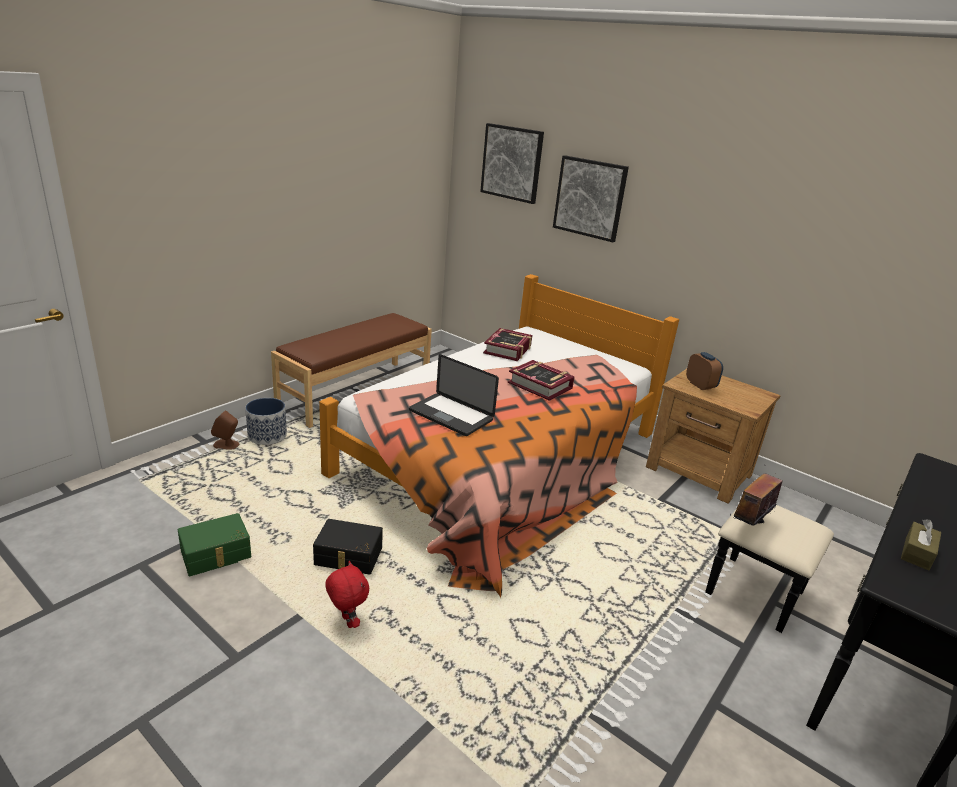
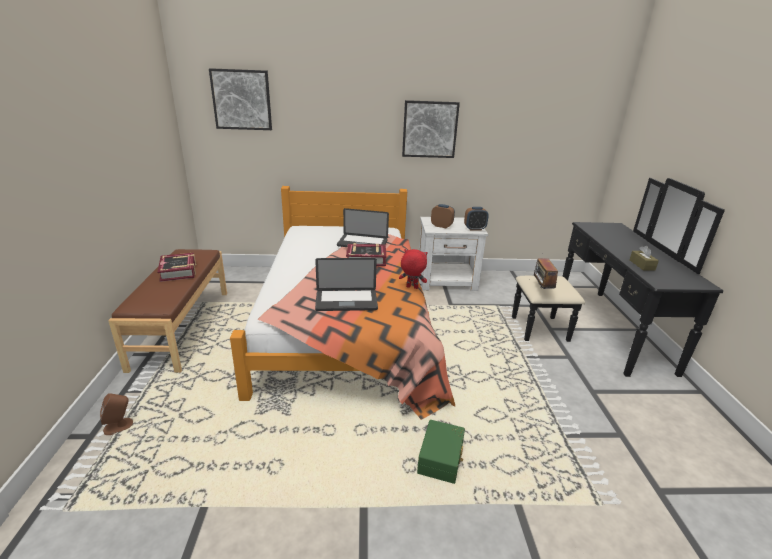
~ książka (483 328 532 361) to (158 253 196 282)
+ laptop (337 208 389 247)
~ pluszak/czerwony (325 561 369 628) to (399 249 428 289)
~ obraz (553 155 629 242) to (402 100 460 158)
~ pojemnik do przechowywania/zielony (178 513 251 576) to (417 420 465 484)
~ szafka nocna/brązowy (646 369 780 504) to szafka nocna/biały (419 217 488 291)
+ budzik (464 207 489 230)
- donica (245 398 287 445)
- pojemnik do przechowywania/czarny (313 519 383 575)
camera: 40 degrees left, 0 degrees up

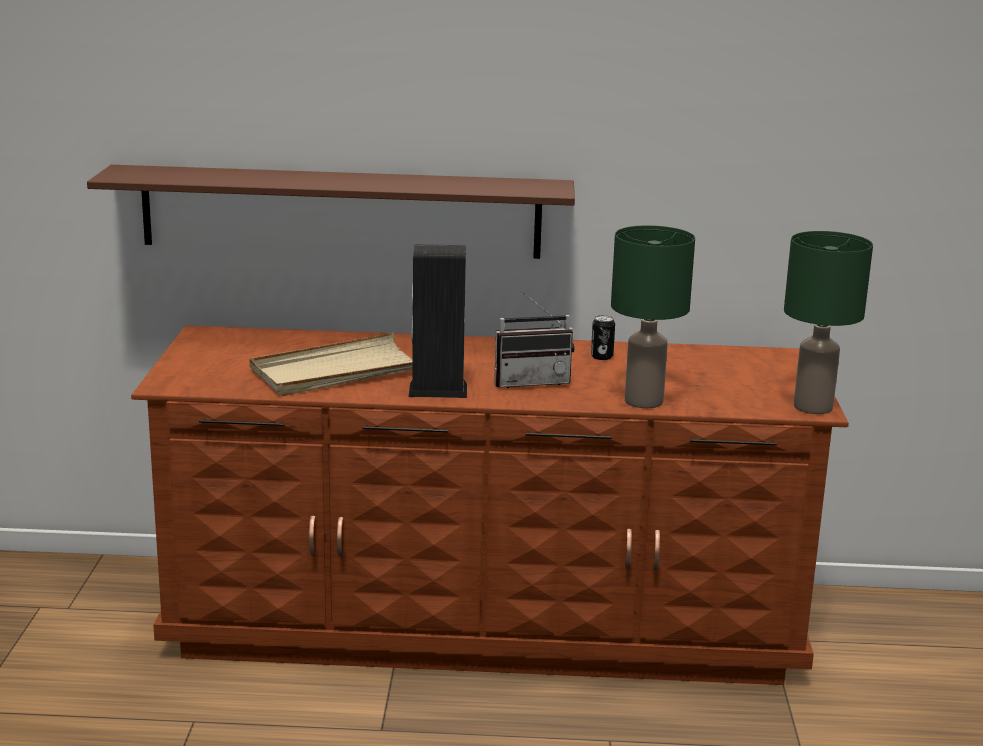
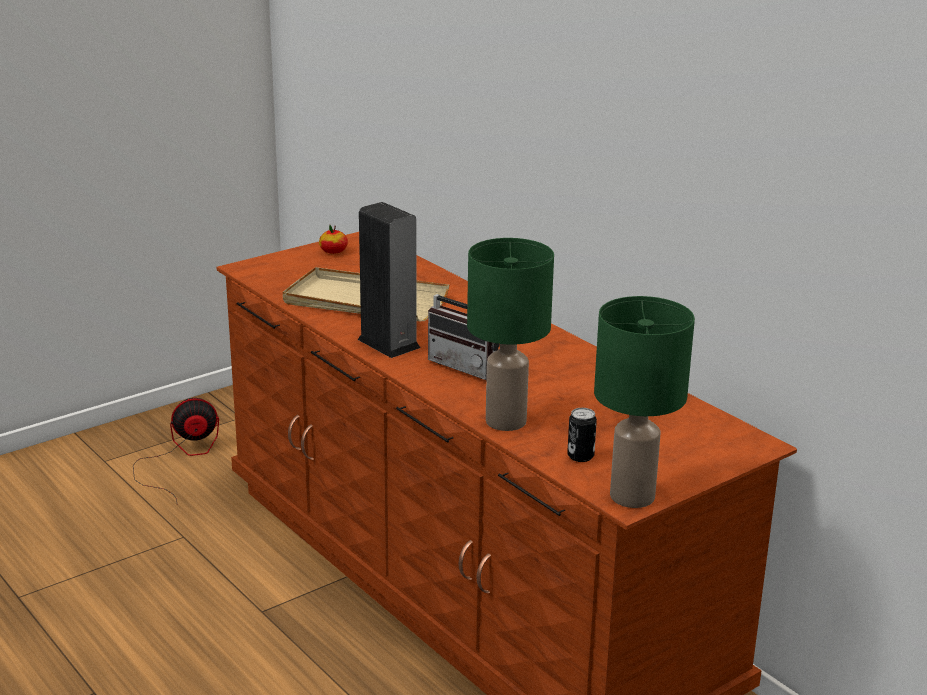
+ wentylator (133 398 219 502)
+ jabłko (319 225 348 254)
~ puszka (591 315 615 360) to (567 408 597 462)
- półka/brązowy (87 165 575 259)
camera: 50 degrees right, 5 degrees up

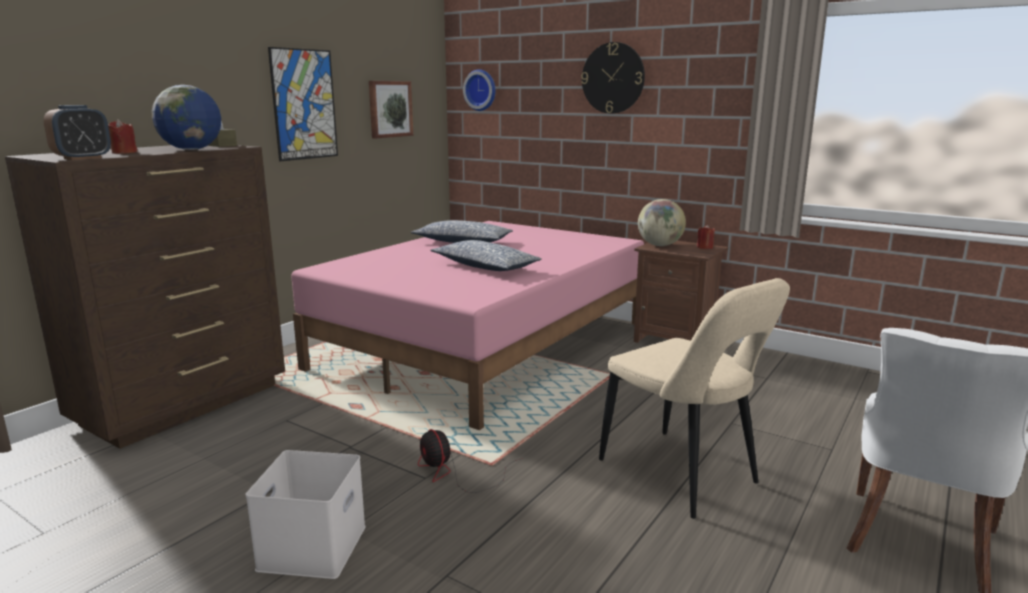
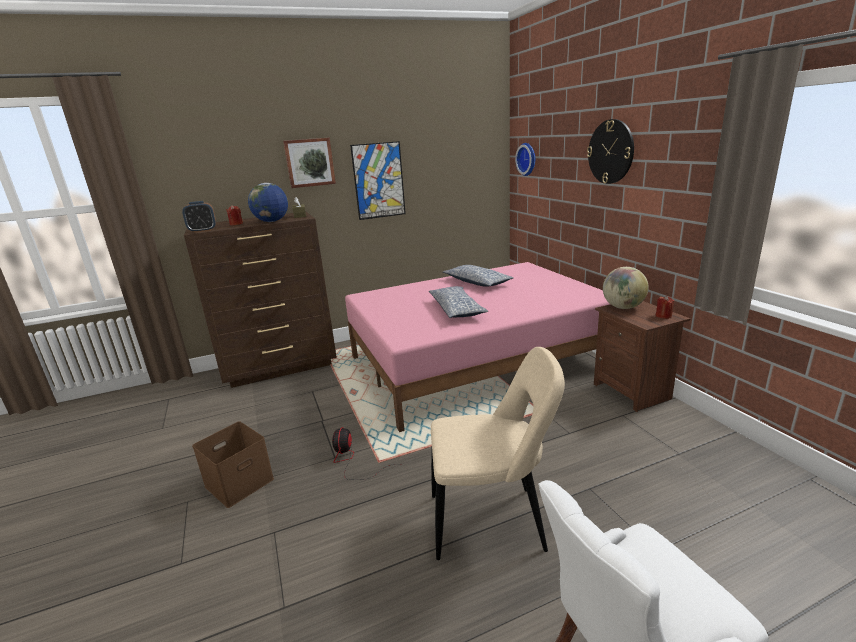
~ pojemnik do przechowywania/biały (246 450 366 579) to pojemnik do przechowywania/brązowy (192 421 274 508)
~ obraz (369 81 413 138) to (283 137 336 188)
~ krzesło/beżowy (599 278 790 519) = (431 347 565 560) 90 degrees counterclockwise
camera: 35 degrees right, 5 degrees up

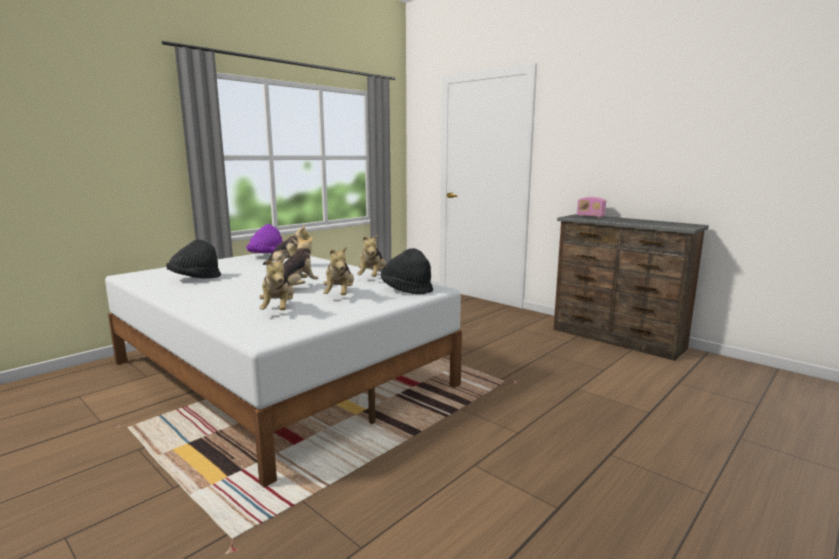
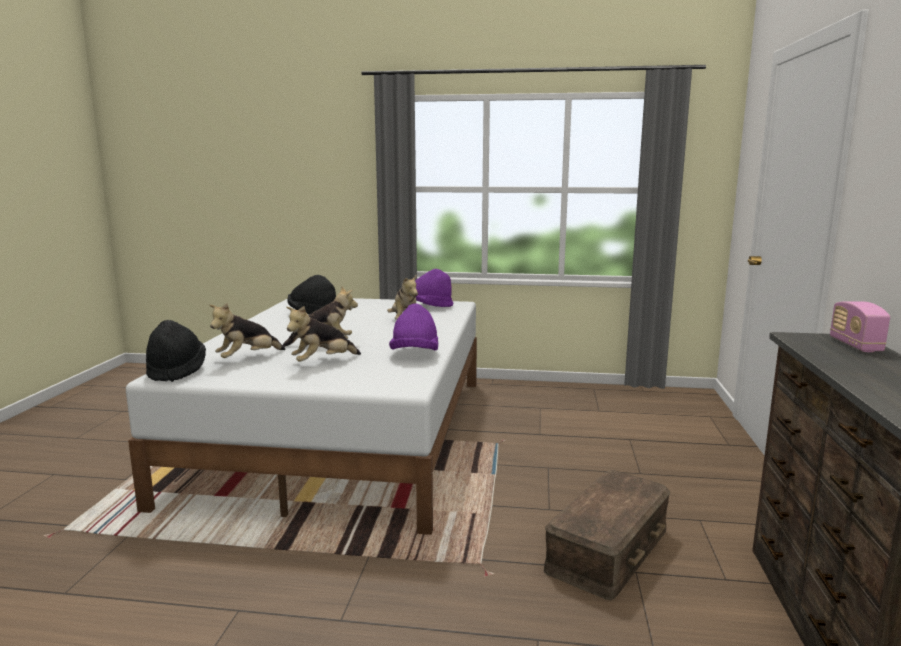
~ kapelusz/czarny (381 248 433 295) to (146 320 206 382)
~ pluszak (357 234 386 277) to kapelusz/fioletowy (389 303 438 351)
+ pojemnik do przechowywania/brązowy (544 470 670 600)
camera: 55 degrees right, 0 degrees up

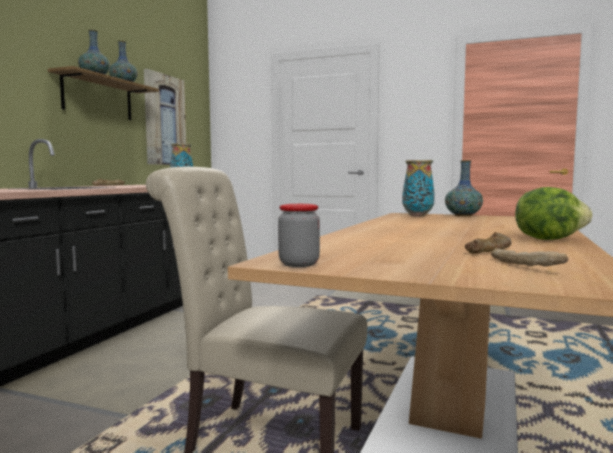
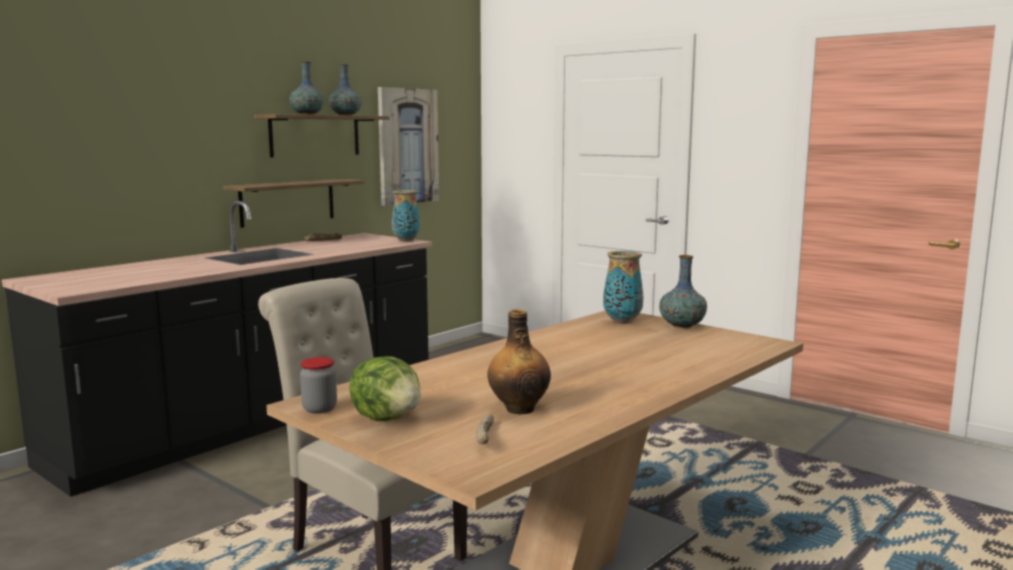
+ półka (223 179 364 228)
~ sałata (515 187 593 240) to (349 356 421 421)
~ chleb (465 232 512 253) to butelka (487 309 551 414)
camera: 20 degrees right, 5 degrees up

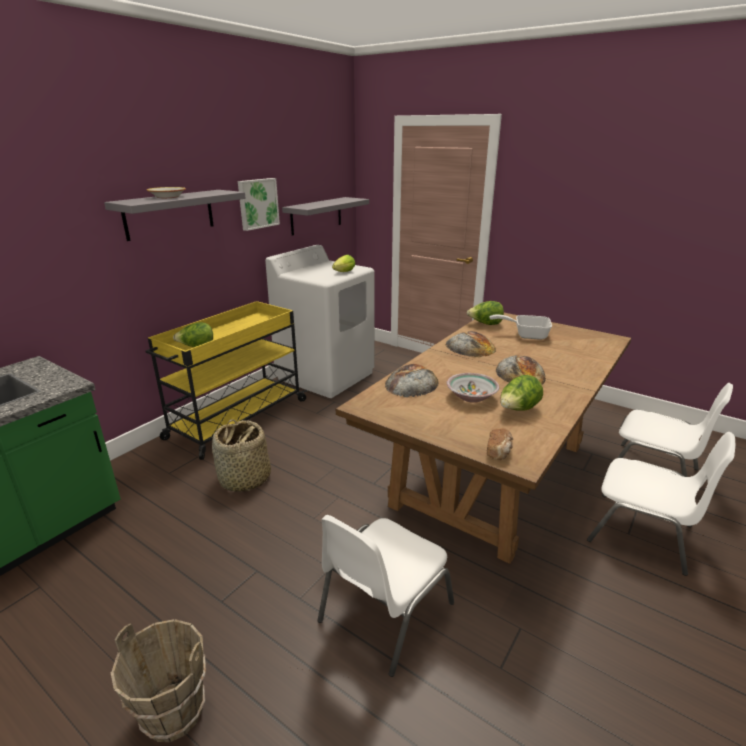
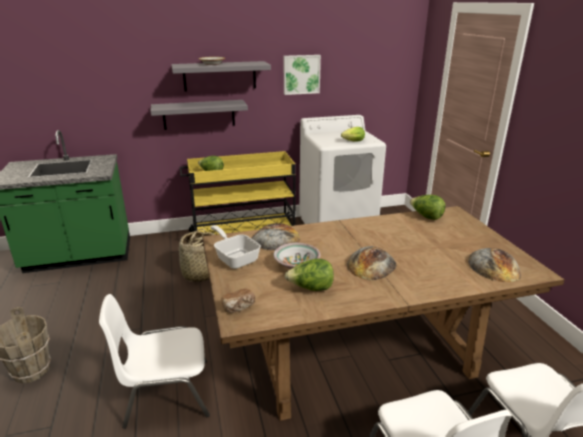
~ półka/szary (282 197 369 236) to (151 100 248 130)
~ patelnia (489 314 552 340) to (210 225 261 269)
~ chleb (445 331 496 357) to (468 248 521 282)
camera: 40 degrees right, 0 degrees up

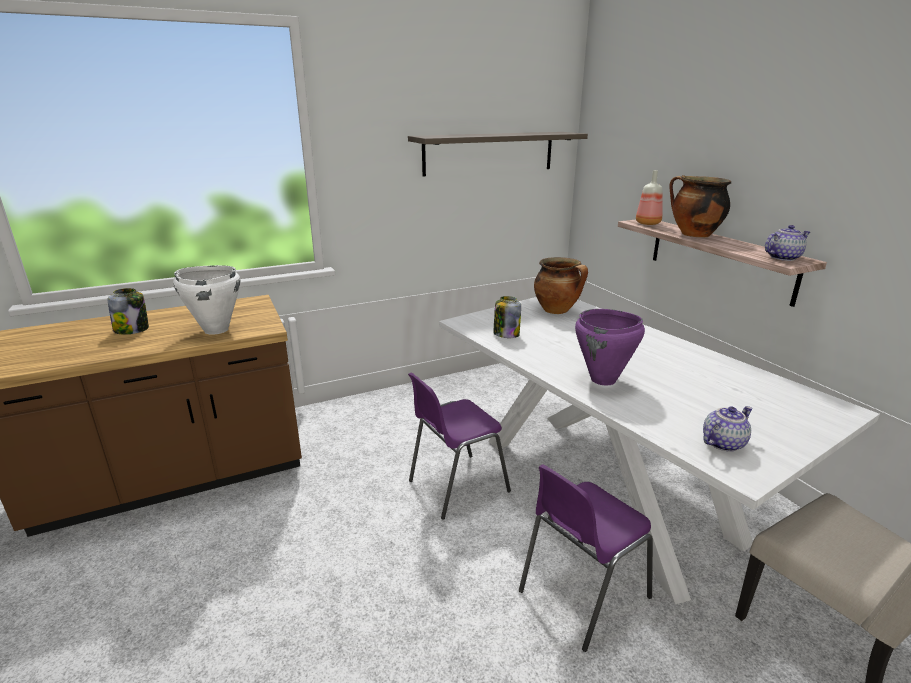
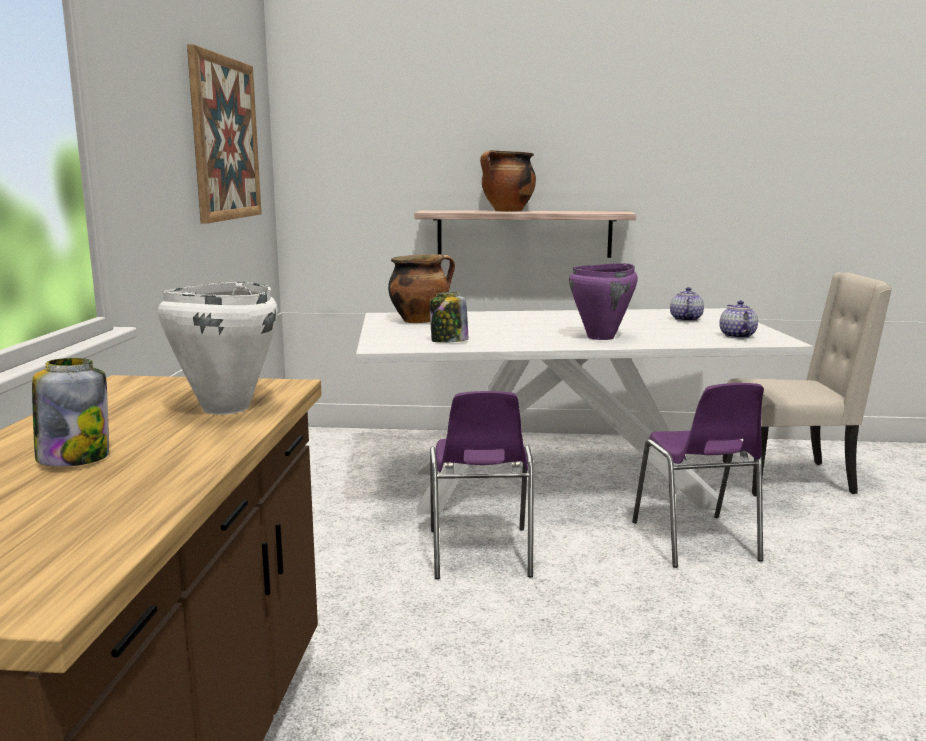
~ półka (408 132 588 176) to obraz (187 44 262 224)
~ imbryk (765 225 810 261) to (670 287 704 321)
- butelka (636 170 662 225)
camera: 60 degrees left, 10 degrees down

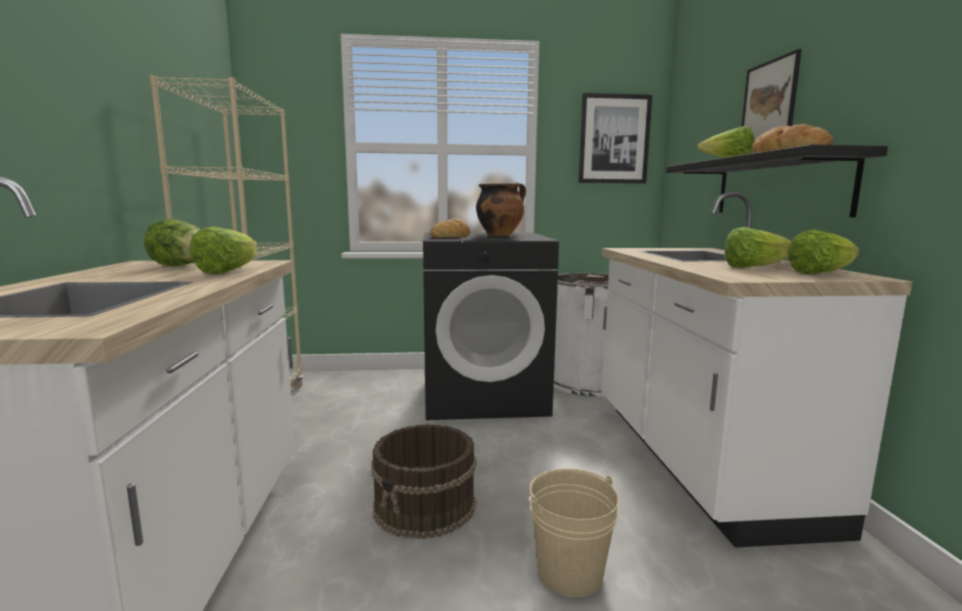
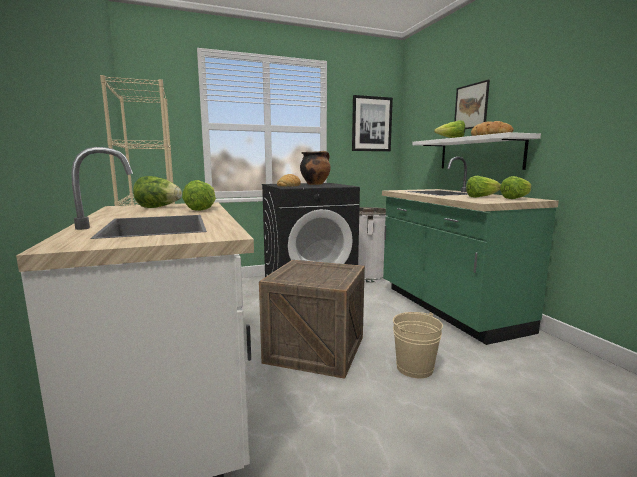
~ wiadro/brązowy (371 424 477 540) to skrzynka (259 260 365 379)
~ zabudowa kuchenna/biały (602 192 912 548) to zabudowa kuchenna/zielony (382 157 559 345)
~ półka/czarny (666 144 888 217) to półka/biały (412 132 541 170)
camera: 15 degrees left, 0 degrees up

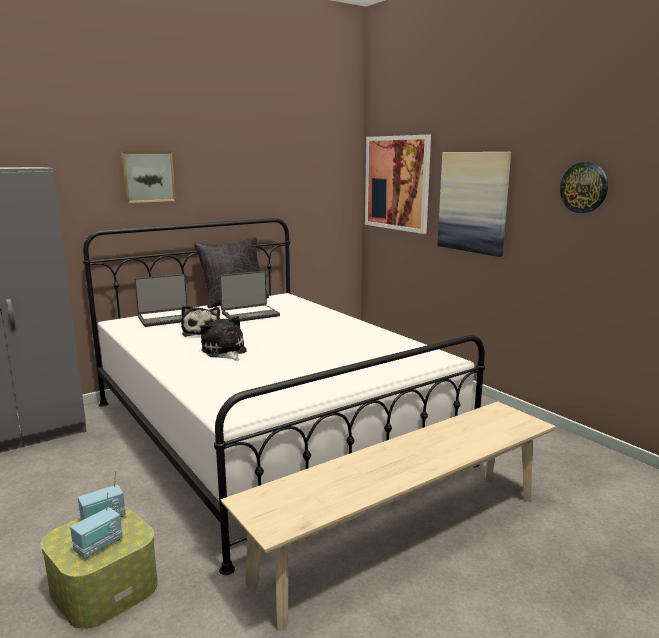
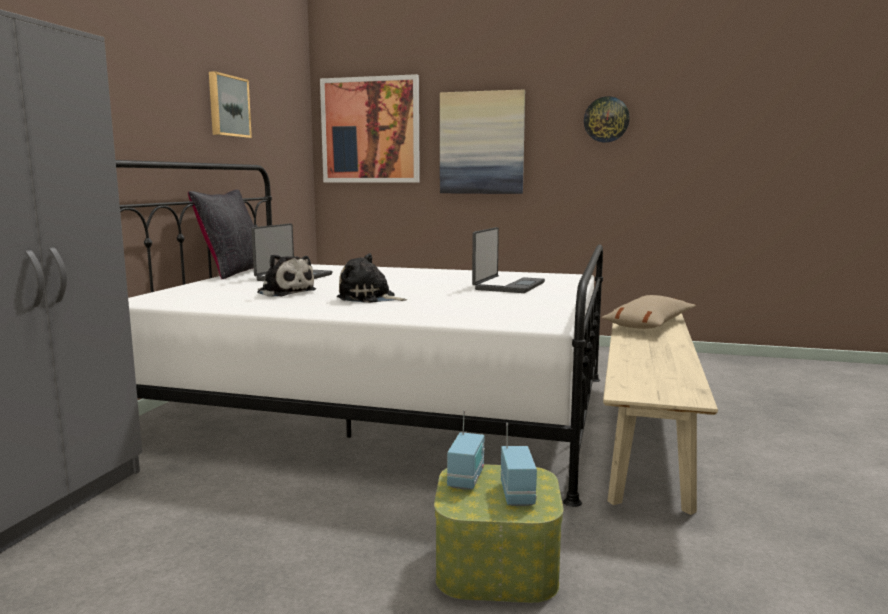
~ obraz (121 151 176 203) to (209 71 252 138)
~ laptop (134 274 187 327) to (472 227 545 293)
+ poduszka/beżowy (602 295 696 329)
camera: 40 degrees left, 5 degrees down

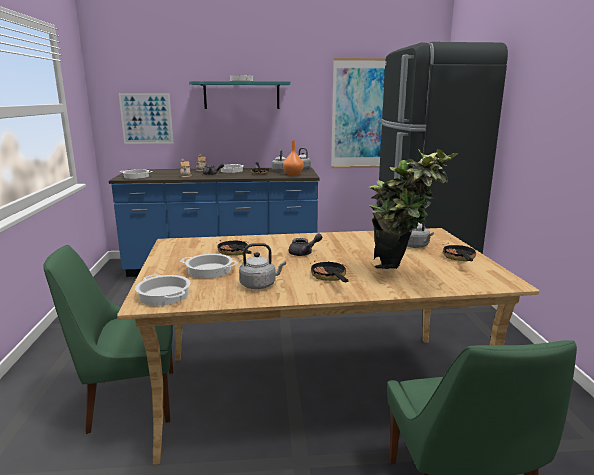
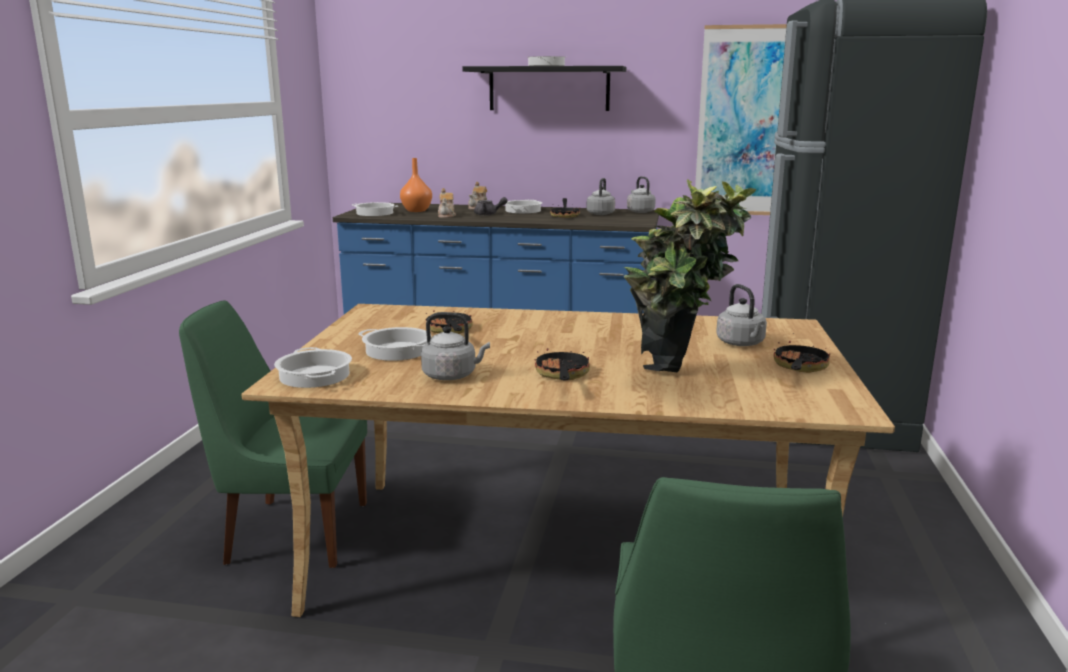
~ wazon/pomarańczowy (283 140 304 176) to (400 158 432 212)
~ półka/turkusowy (189 81 291 109) to półka/czarny (462 66 626 111)
- obraz (119 93 173 144)
- imbryk/szary (289 233 323 256)
camera: 15 degrees right, 0 degrees up

